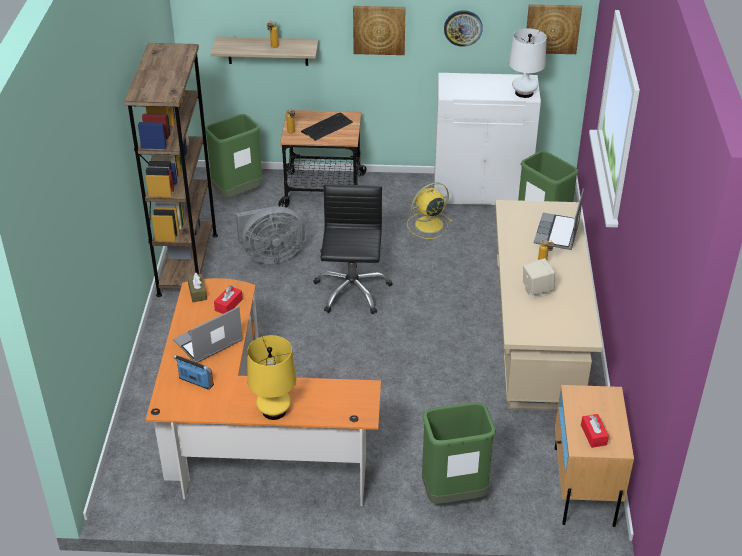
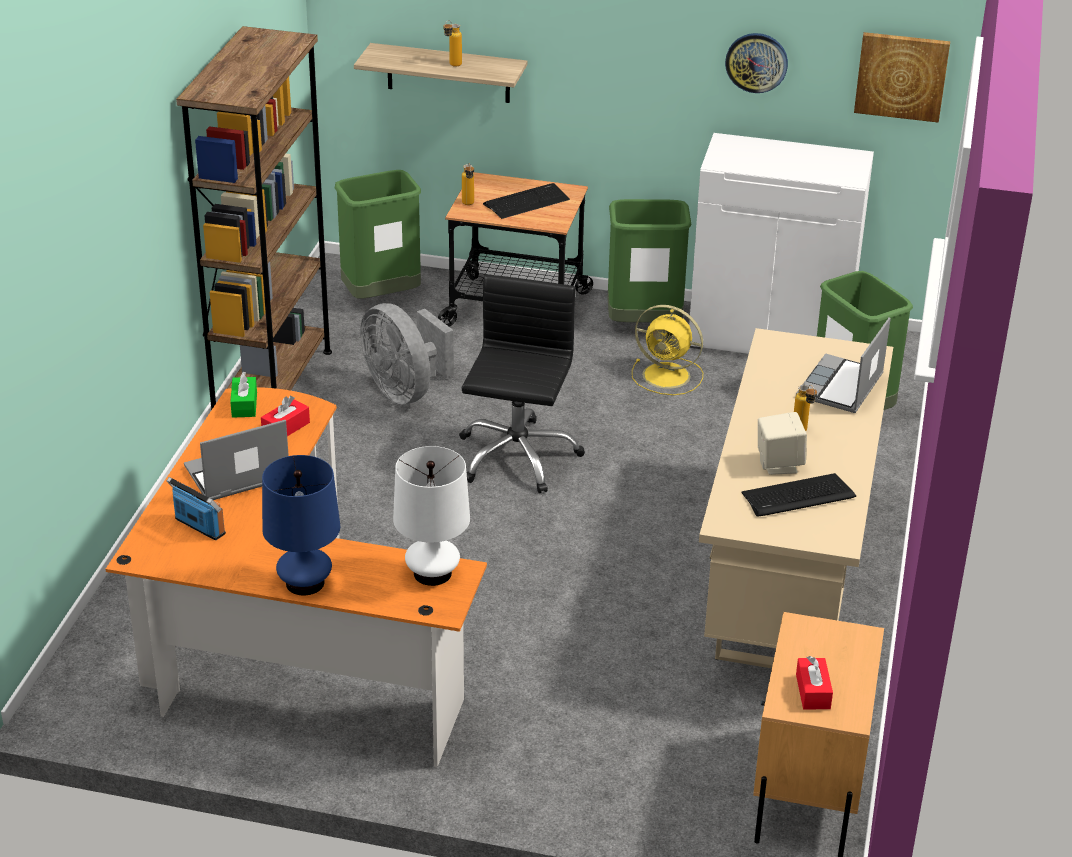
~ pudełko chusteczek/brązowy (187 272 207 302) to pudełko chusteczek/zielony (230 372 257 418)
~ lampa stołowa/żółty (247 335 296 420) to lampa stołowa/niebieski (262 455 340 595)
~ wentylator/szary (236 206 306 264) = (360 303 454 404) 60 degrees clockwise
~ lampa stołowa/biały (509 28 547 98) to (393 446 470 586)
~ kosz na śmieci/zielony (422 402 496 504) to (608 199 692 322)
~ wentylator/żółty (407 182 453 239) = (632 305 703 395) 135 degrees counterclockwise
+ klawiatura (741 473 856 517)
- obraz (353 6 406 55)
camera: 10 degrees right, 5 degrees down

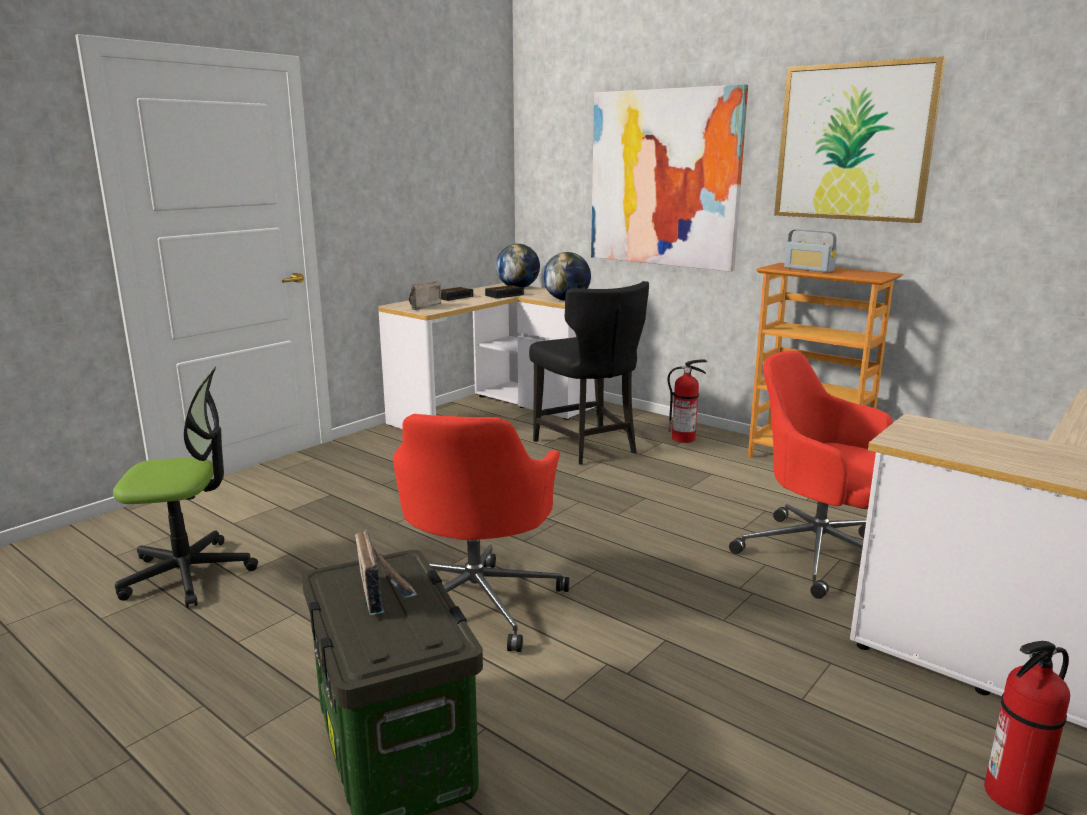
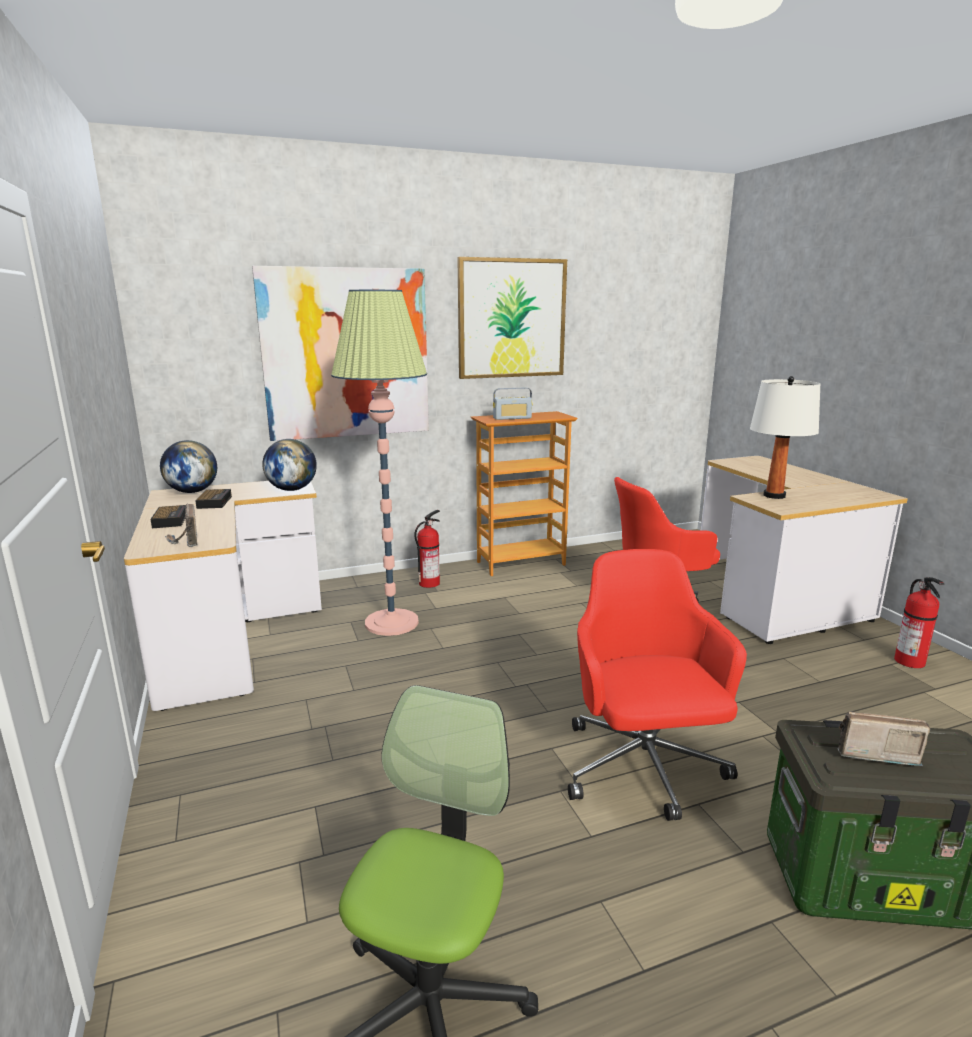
~ krzesło/czarny (529 281 649 465) to lampa stojąca (331 289 427 636)
~ krzesło biurowe/czerwony (393 414 569 652) = (568 549 747 821) 135 degrees counterclockwise
+ lampa stołowa/biały (750 376 820 499)
camera: 60 degrees left, 0 degrees up

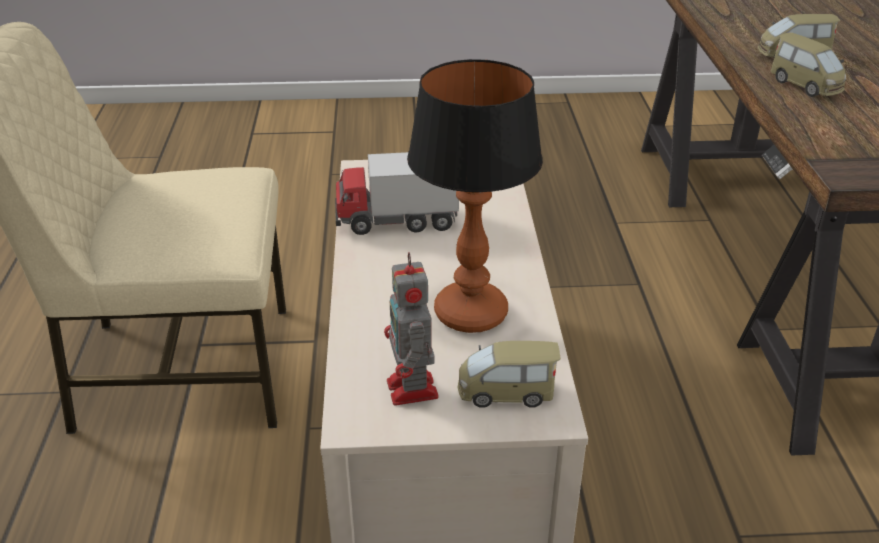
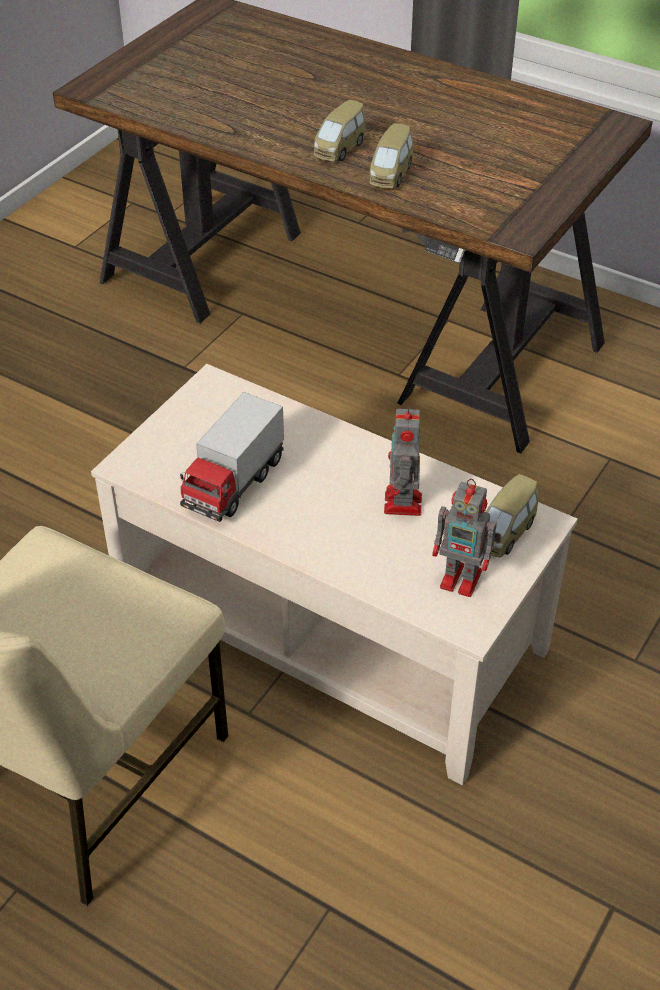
~ samochodzik (771 32 846 97) = (368 123 413 188) 105 degrees clockwise
~ lampa stołowa (407 59 543 333) to robot zabawkowy (384 403 422 516)
camera: 55 degrees left, 10 degrees up

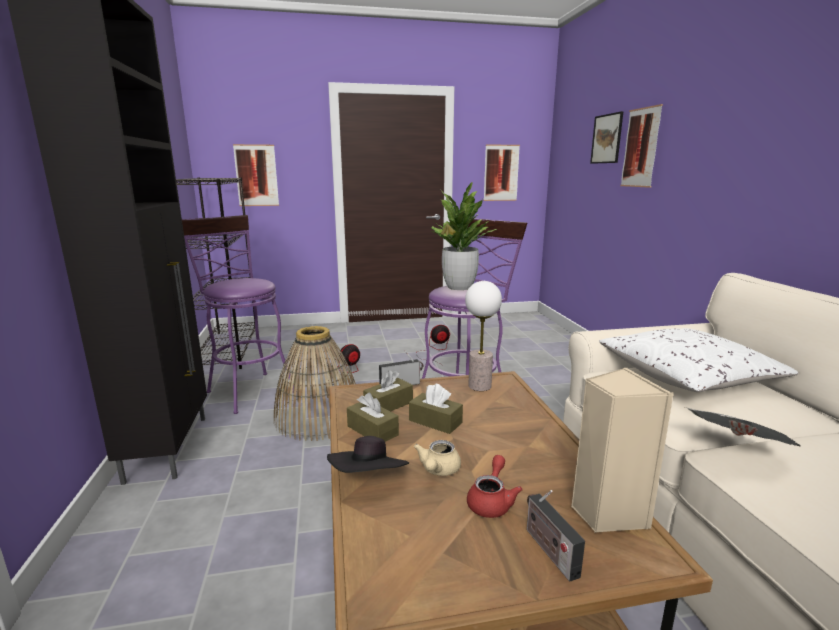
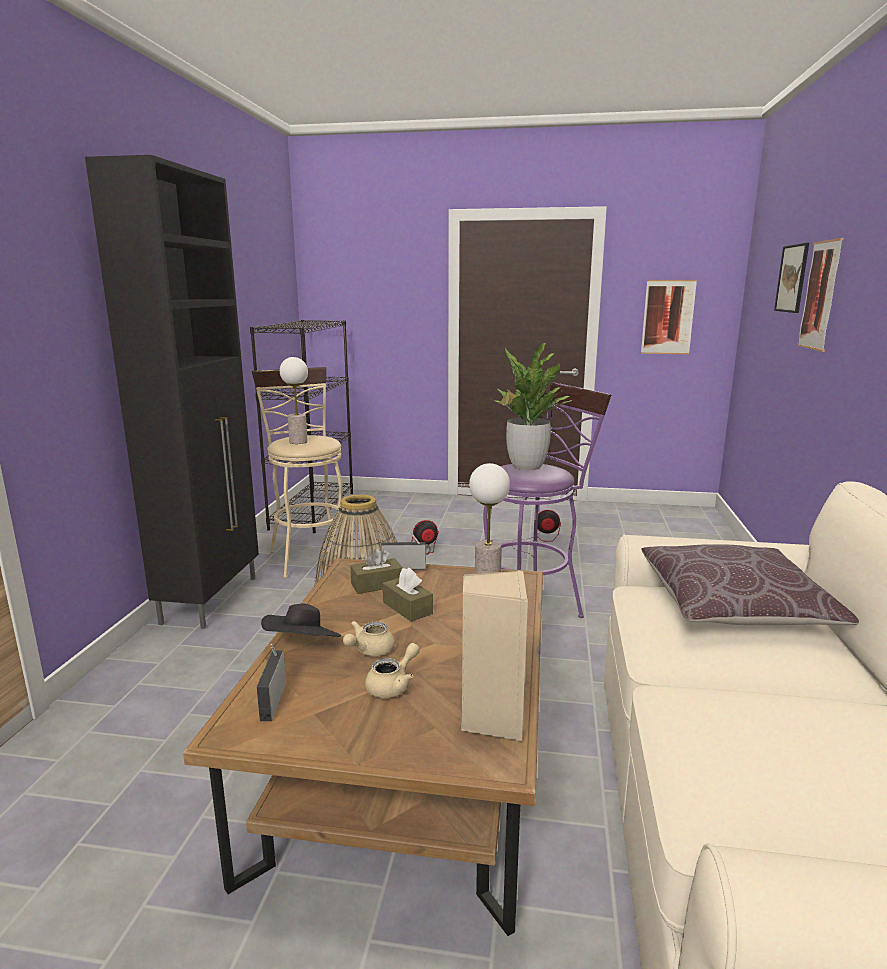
~ stołek/fioletowy (182 215 294 414) to stołek/beżowy (252 367 354 578)
~ radio (527 490 585 582) to (257 644 286 721)
+ lampa stołowa (280 357 308 444)
~ imbryk/czerwony (467 455 523 518) to imbryk/beżowy (365 643 420 698)
~ poduszka/biały (599 328 798 392) to poduszka/brązowy (641 544 859 625)
- obraz (233 144 279 206)
- pudełko chusteczek/brązowy (347 393 399 442)
- gazeta (685 407 801 446)
camera: 20 degrees right, 0 degrees up

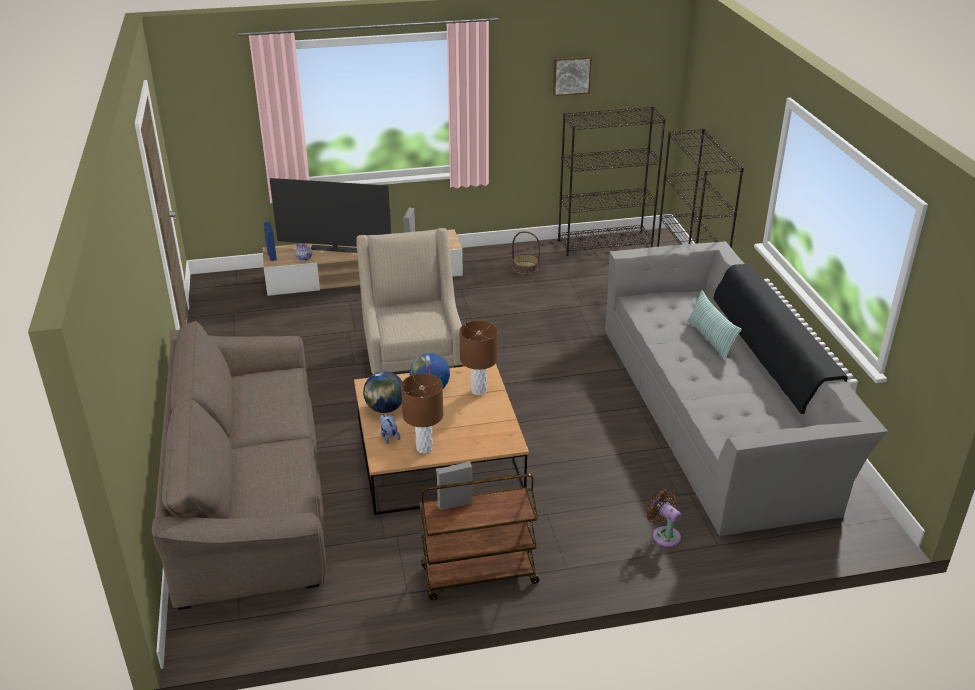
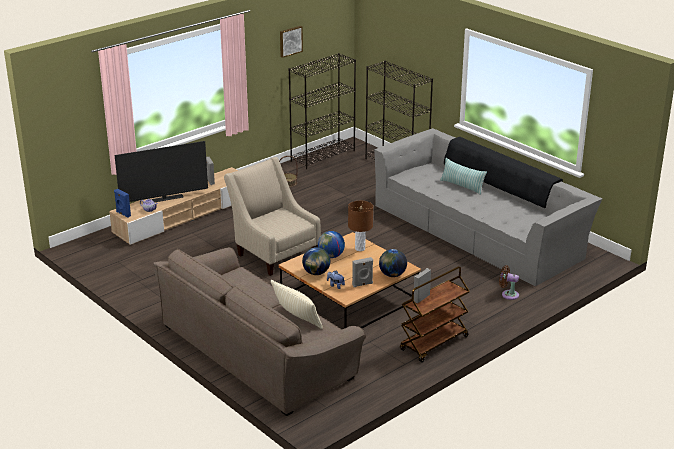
+ poduszka/beżowy (271 280 323 329)
~ lampa stołowa/brązowy (401 373 443 453) to głośnik/szary (352 257 373 287)
+ globus (379 249 407 277)
camera: 30 degrees left, 5 degrees down

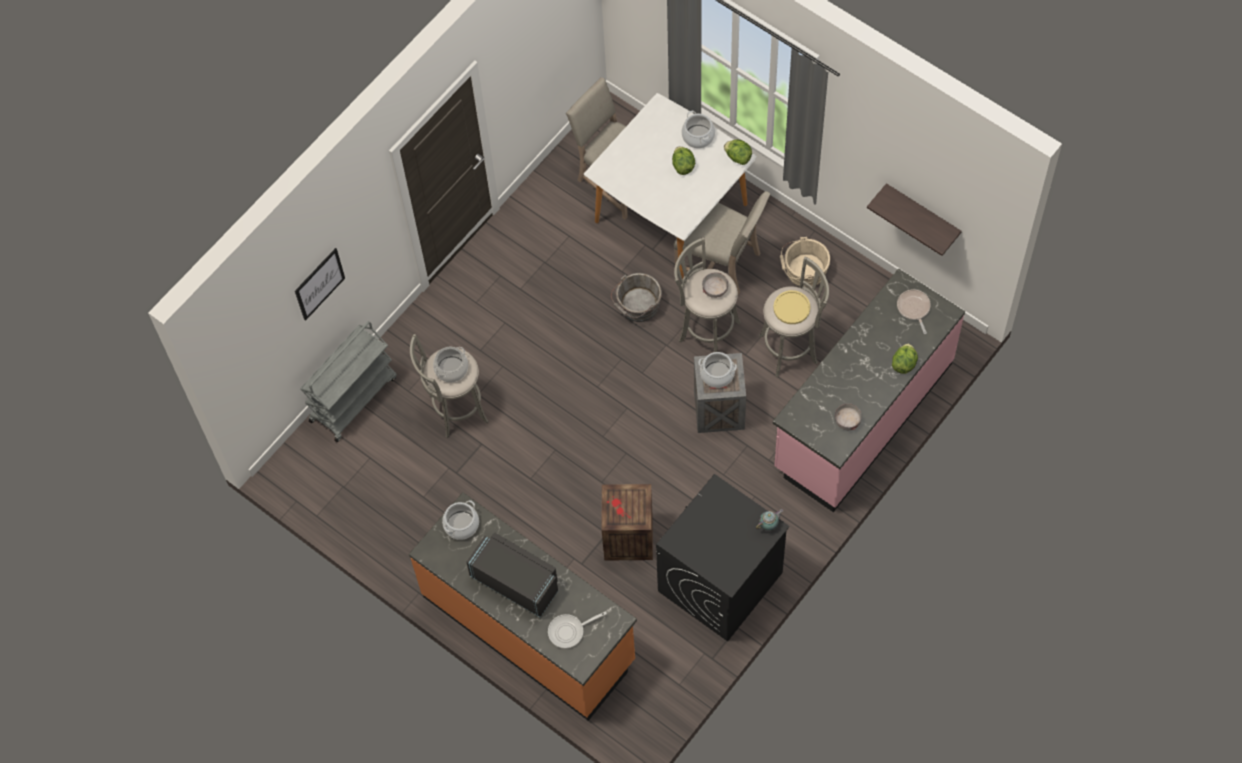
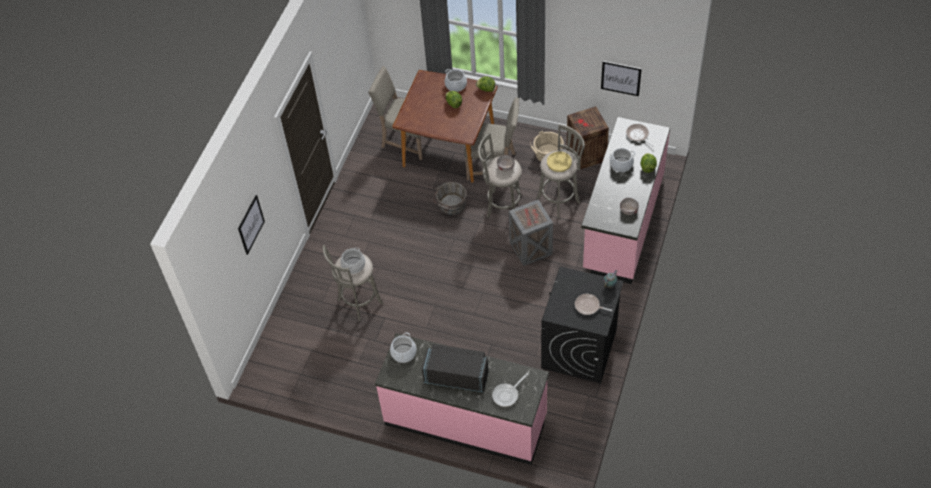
~ zabudowa kuchenna/pomarańczowy (409 492 637 721) to zabudowa kuchenna/różowy (375 333 549 465)
~ stół jadalny/biały (584 93 756 280) to stół jadalny/brązowy (392 70 498 183)
~ skrzynka (602 484 653 561) to (566 106 609 169)
+ patelnia (575 294 613 315)
~ półka (867 183 962 256) to obraz (601 61 642 96)
~ garnek (698 352 737 388) to (609 148 635 172)
- wózek/szary (300 321 397 442)
camera: 20 degrees left, 10 degrees down

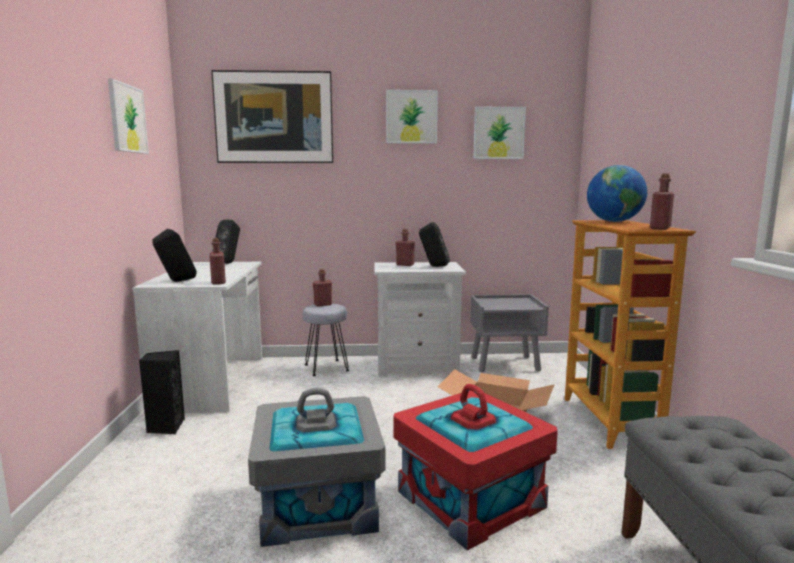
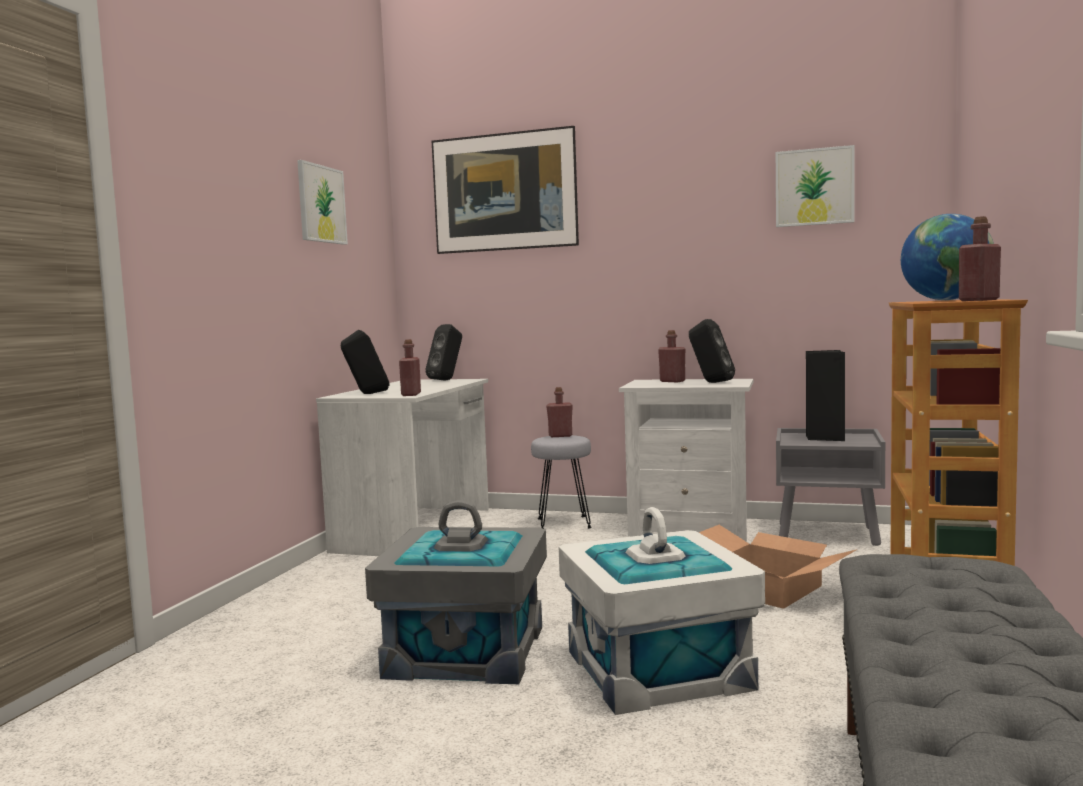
~ pojemnik do przechowywania/czerwony (393 384 558 551) to pojemnik do przechowywania/biały (559 507 765 715)
~ głośnik/czarny (139 350 185 434) to (806 350 845 441)
- obraz (386 90 438 144)
camera: 20 degrees right, 5 degrees down

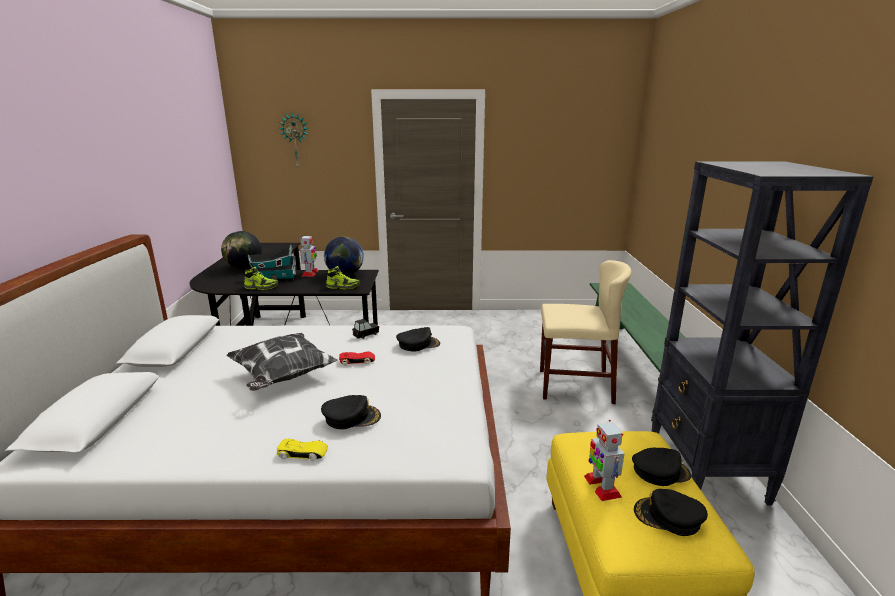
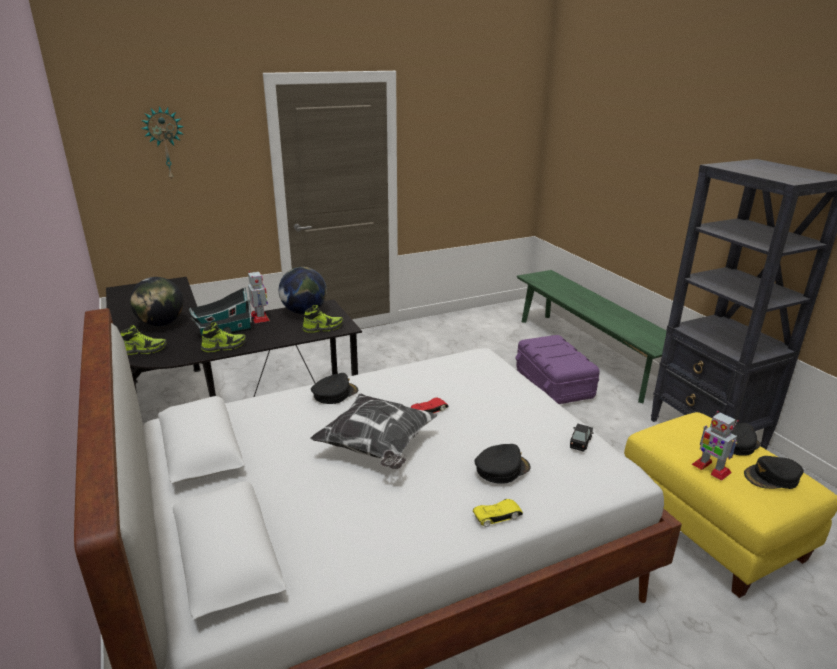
+ but (121 325 167 355)
~ czapka z daszkiem/czarny (396 327 440 351) to (311 373 358 404)
~ krzesło/beżowy (540 260 631 404) to pojemnik do przechowywania/fioletowy (515 335 600 404)
~ samochodzik/czarny (352 319 379 339) to (570 424 593 452)
camera: 25 degrees left, 5 degrees up

